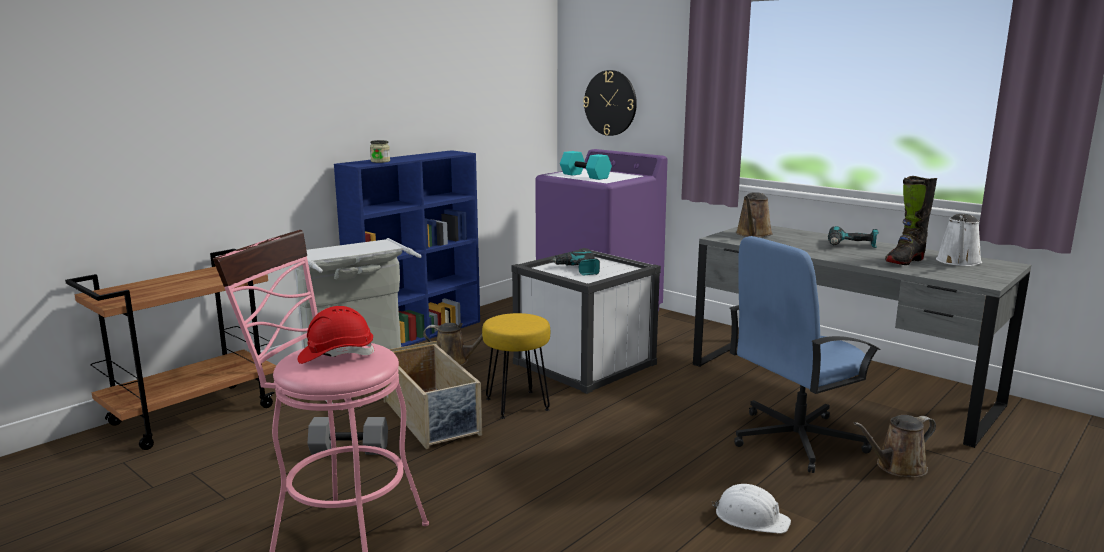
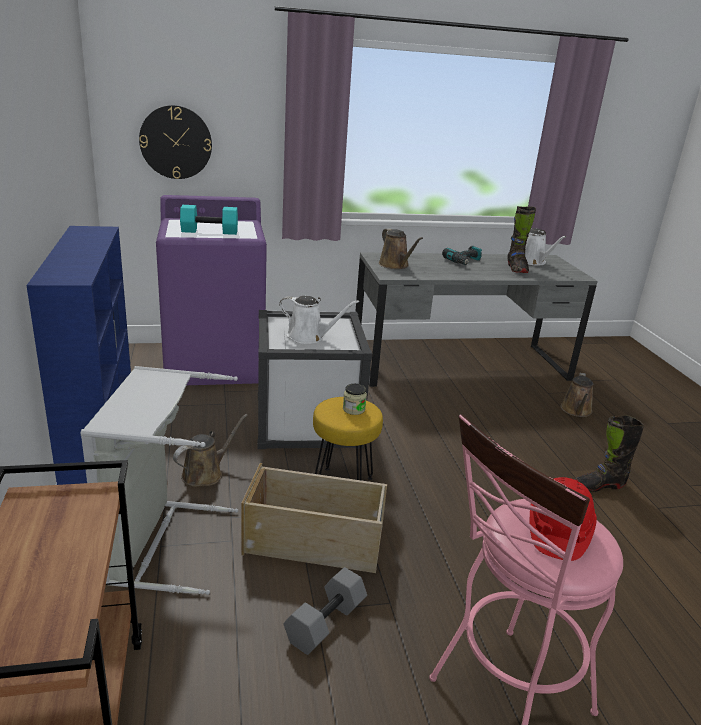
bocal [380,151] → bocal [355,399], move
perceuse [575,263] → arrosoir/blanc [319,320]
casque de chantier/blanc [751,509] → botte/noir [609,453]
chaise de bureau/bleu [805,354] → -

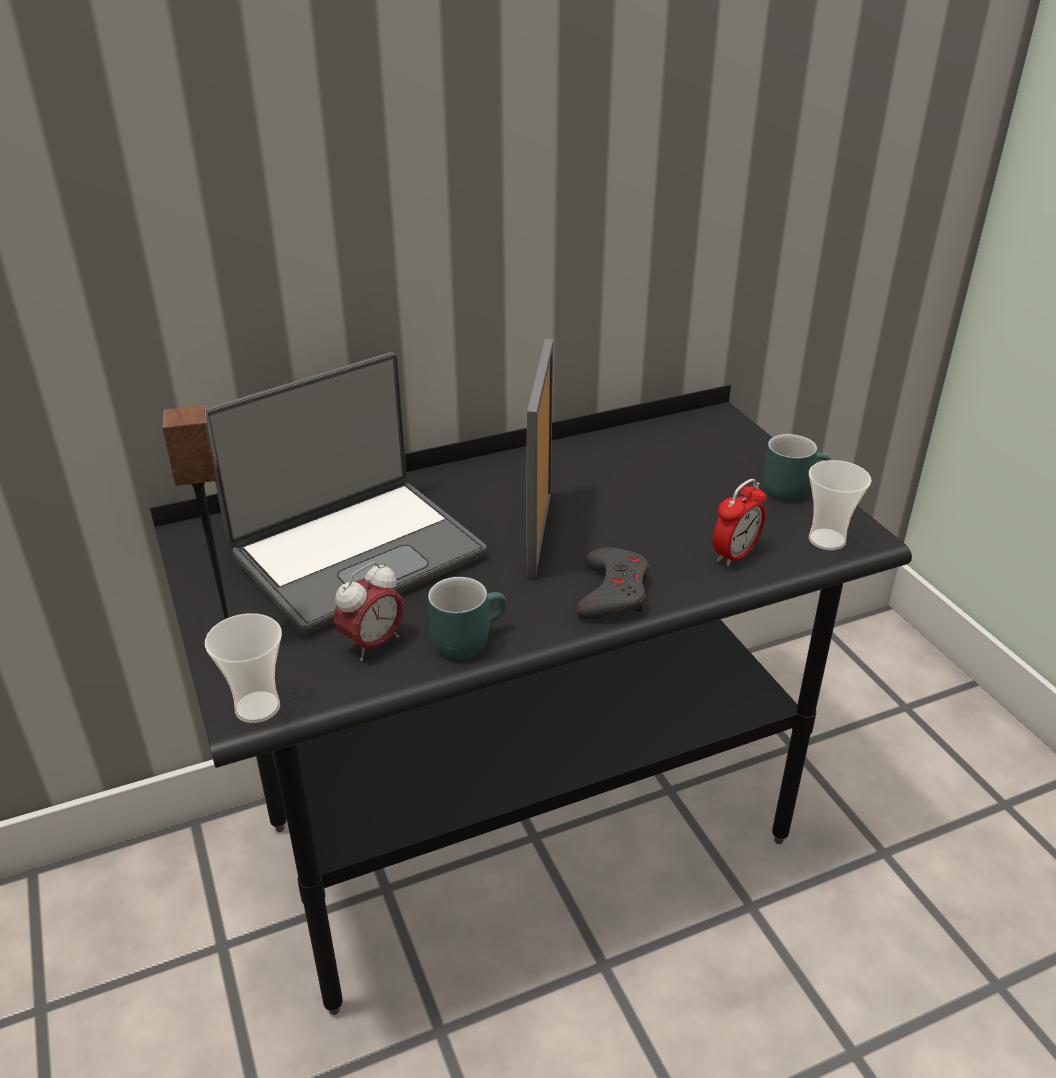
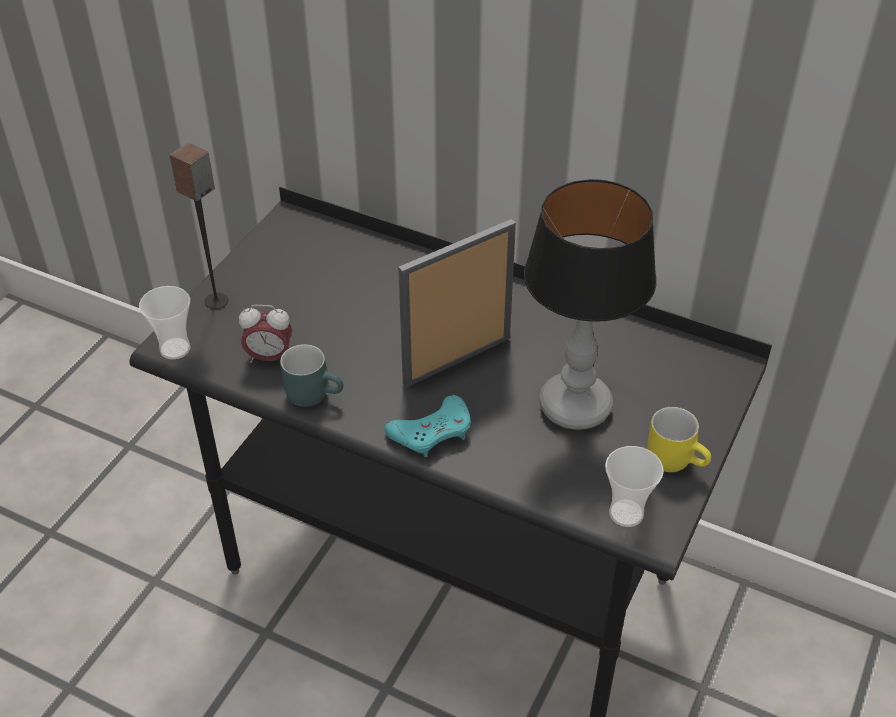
ordinateur portable [347,493] → -
manette/gris [612,583] → manette/turquoise [428,426]
réveil [740,523] → -
mug/turquoise [797,467] → mug/jaune [679,439]
- → lampe de table [590,304]

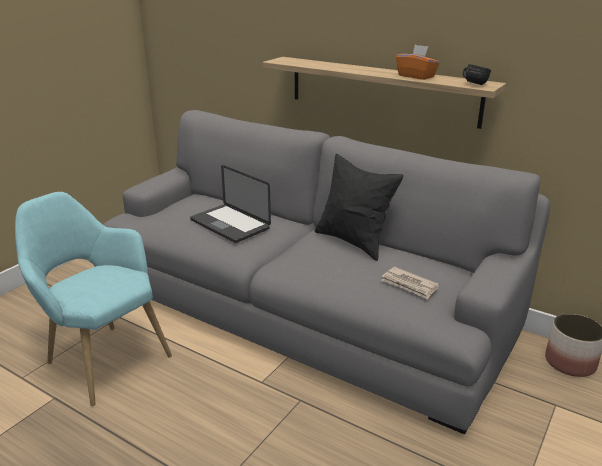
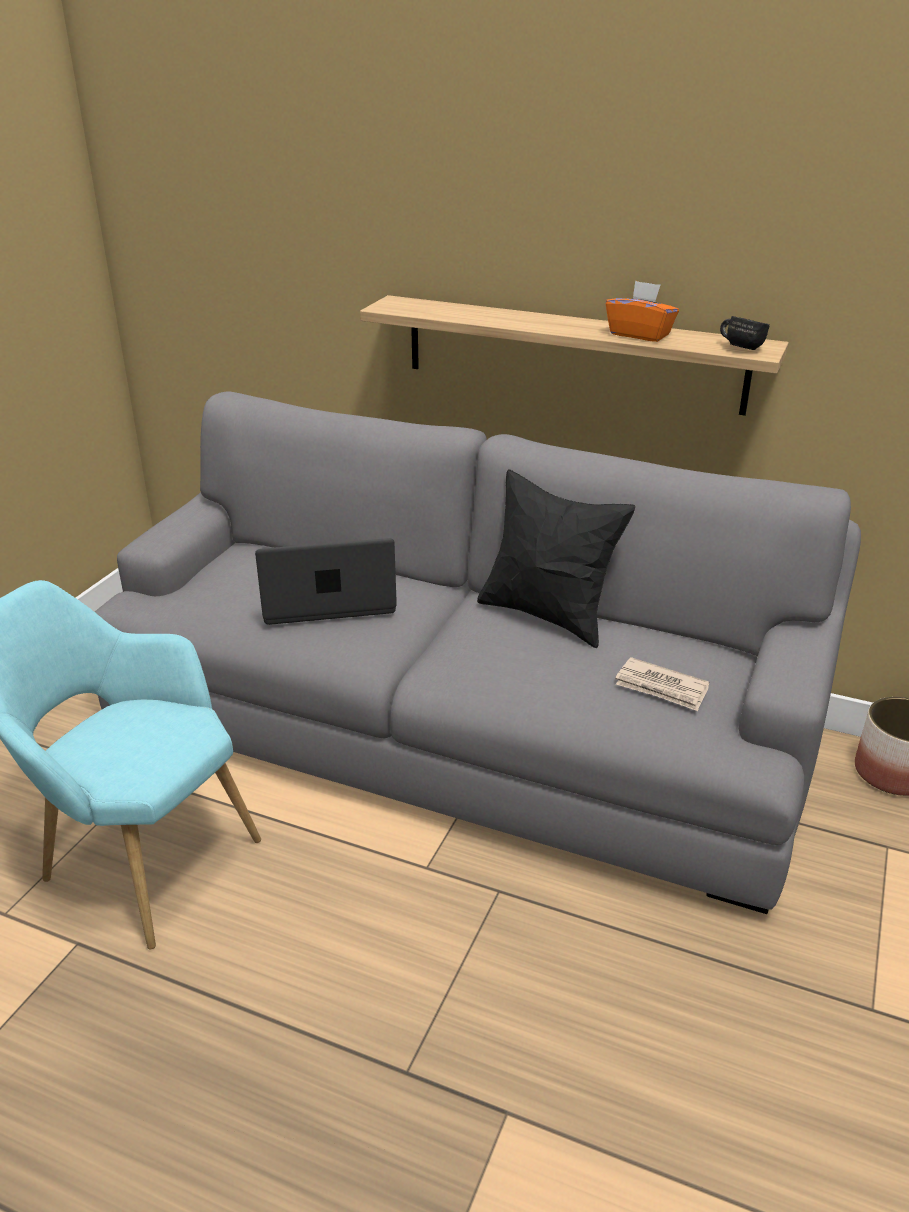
ordinateur portable [230,204] → ordinateur portable [326,581], 135 degrees clockwise

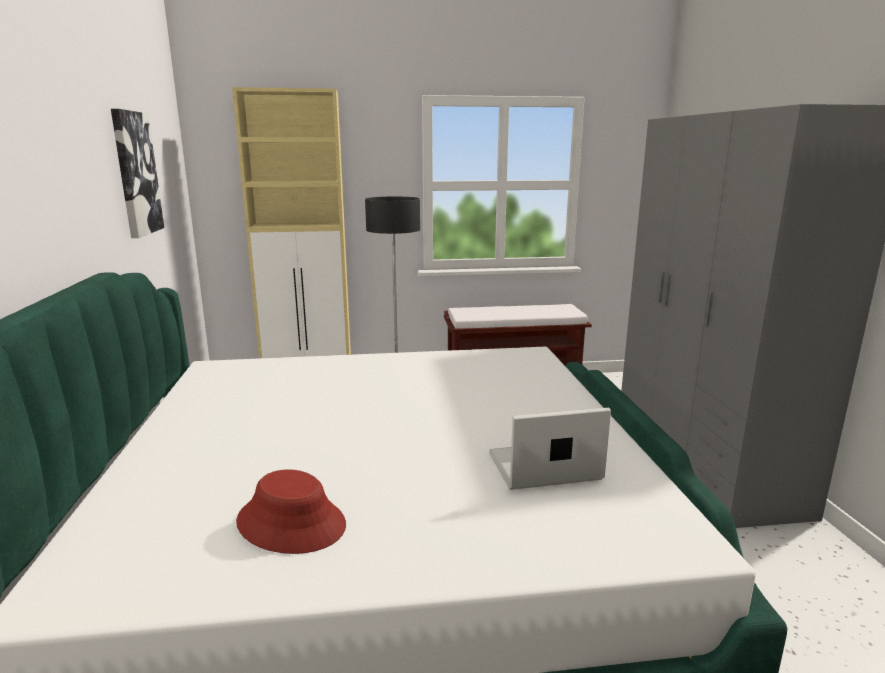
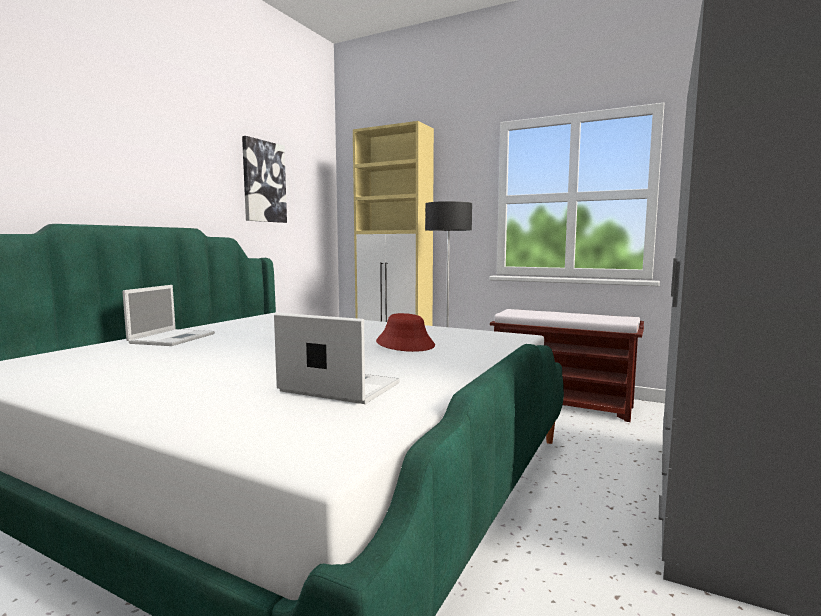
chapeau/rouge [291,511] → chapeau/rouge [405,332], move
- → ordinateur portable [168,315]

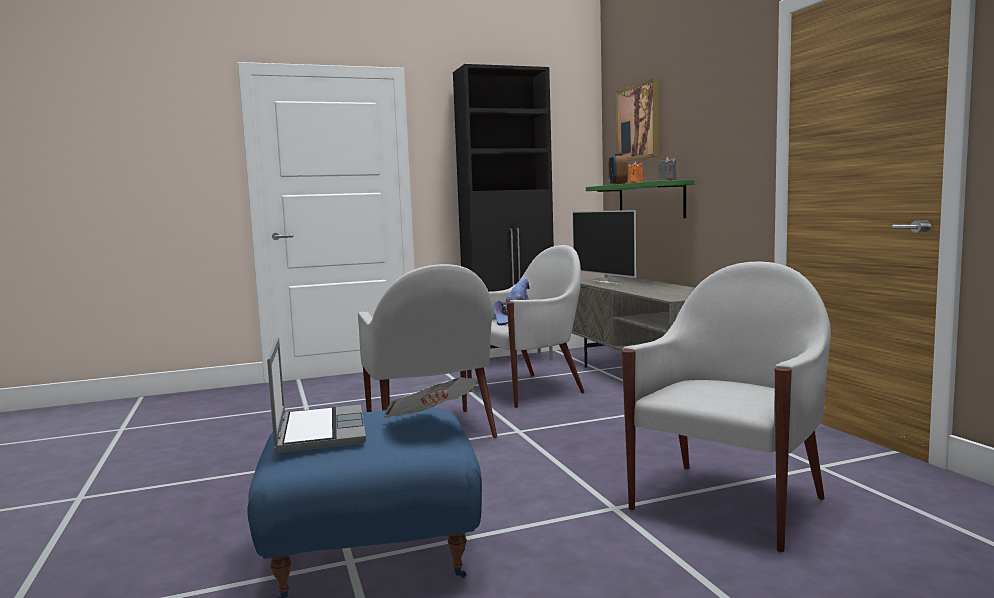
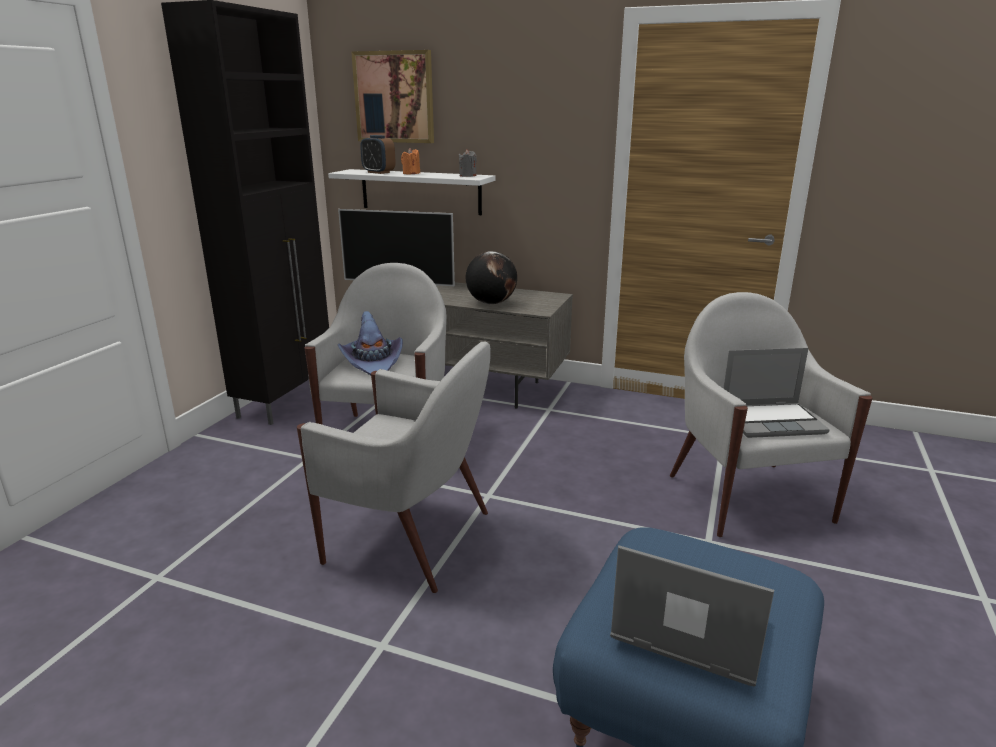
journal [431,397] → -
étagère/vert [640,199] → étagère/blanc [411,192]
- → globe [491,277]
- → ordinateur portable [776,393]

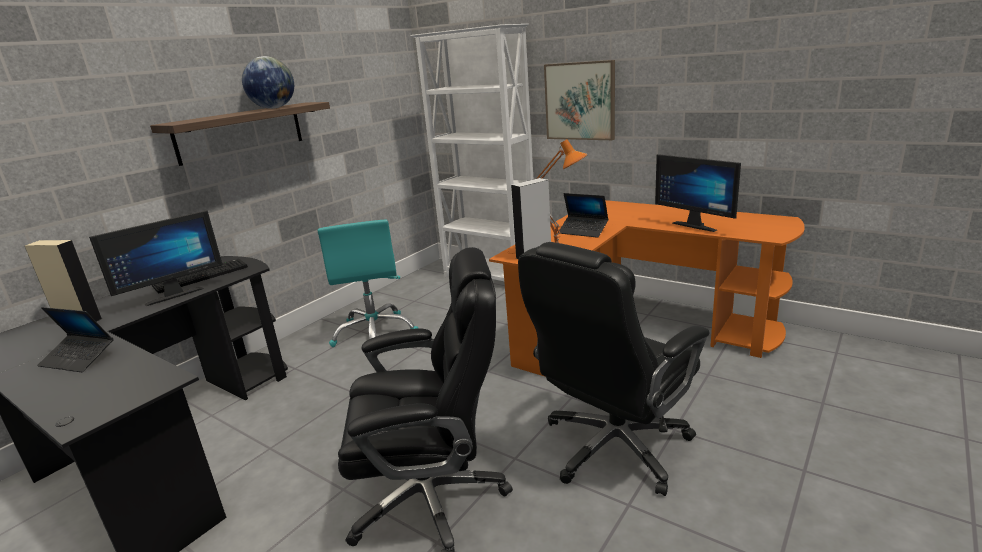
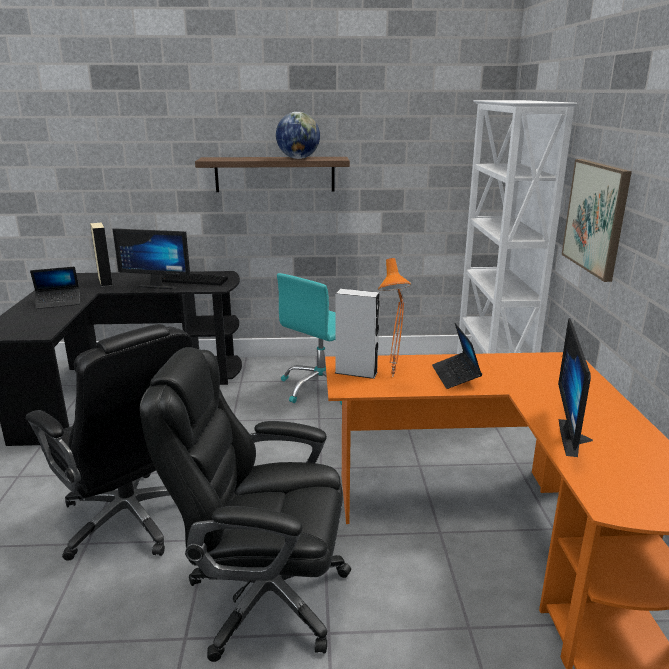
ordinateur portable [75,339] → ordinateur portable [55,288], 90 degrees counterclockwise

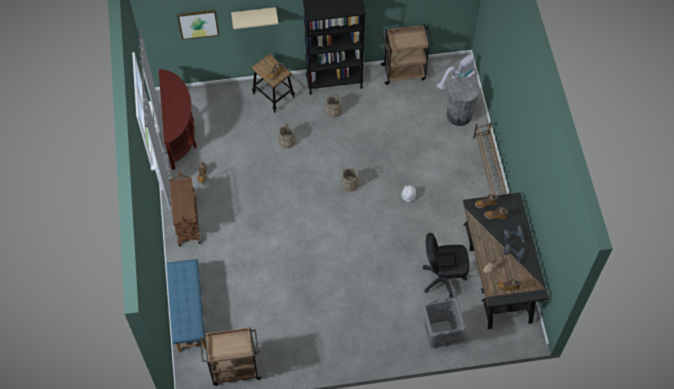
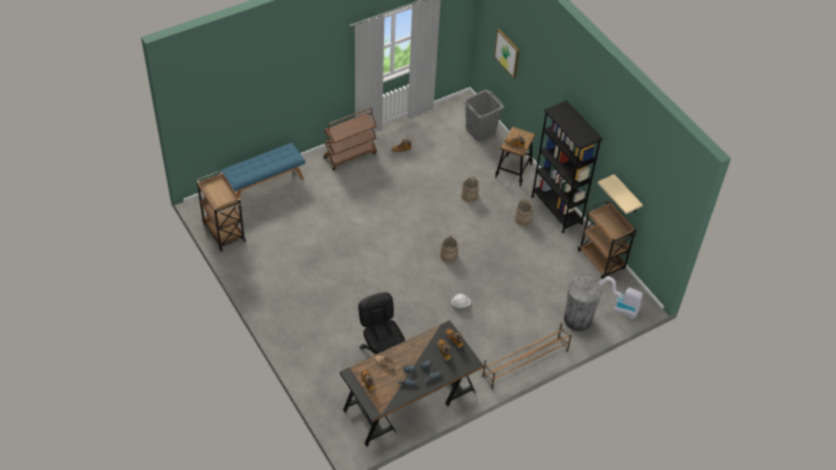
table console/marron [178,119] → -
étagère/beige [254,18] → étagère/beige [620,194], move
panier à linge/gris [444,322] → panier à linge/gris [483,115], move

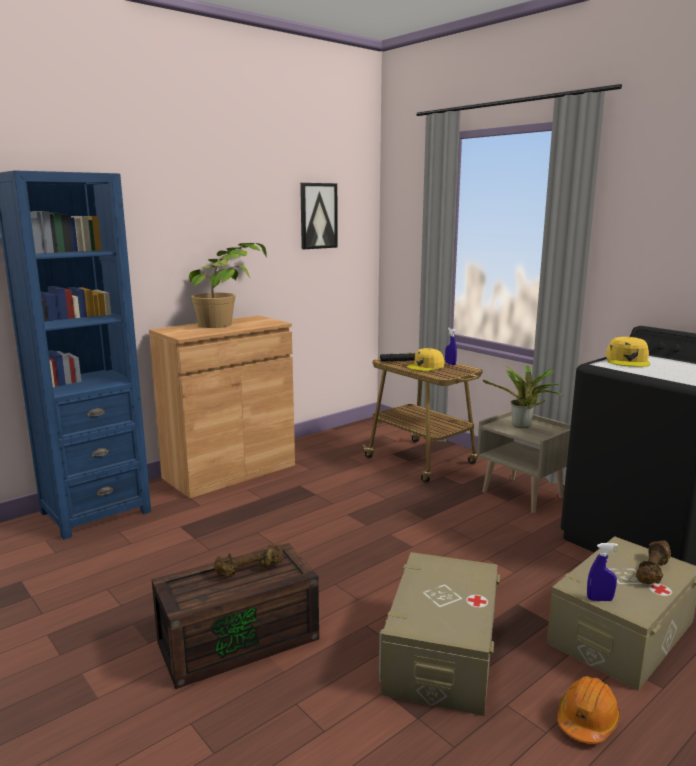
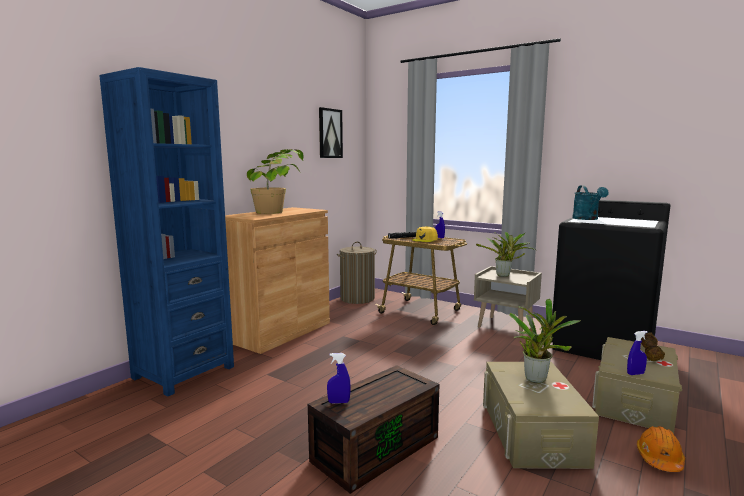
haltère/marron [248,560] → -
casquette/jaune [628,352] → arrosoir/turquoise [590,202]
- → vaporisateur/bleu [339,378]
- → panier à linge [357,273]
- → plante en pot [545,341]

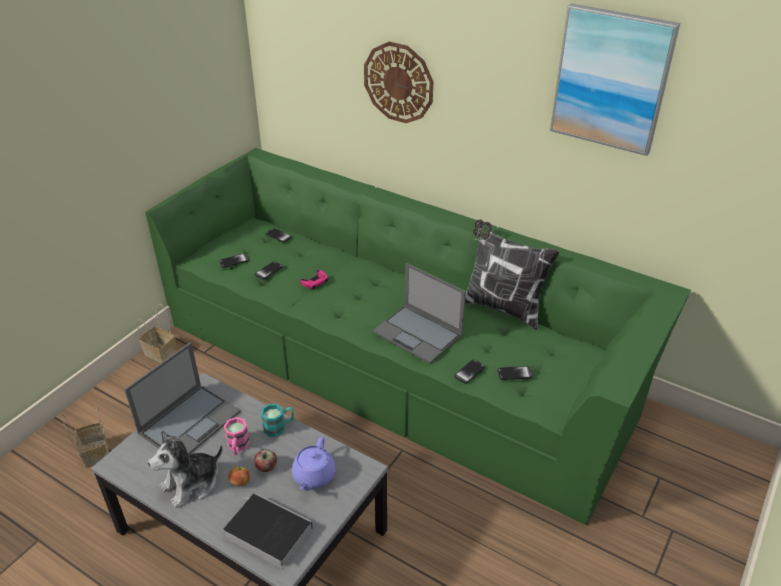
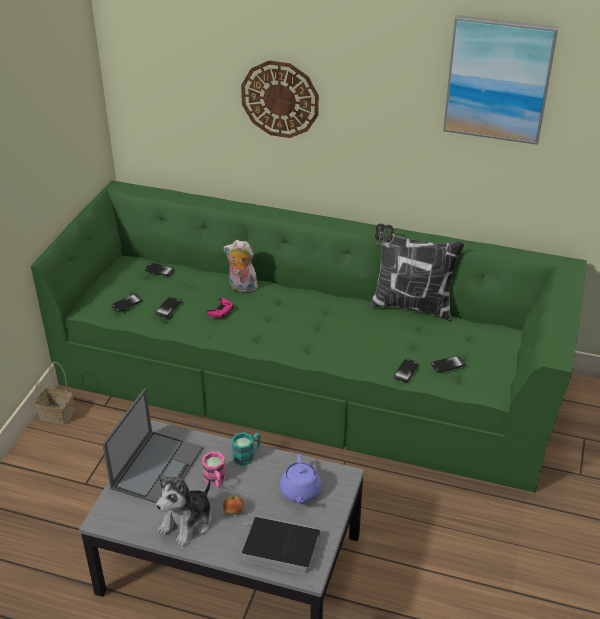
panier [85,436] → -
pomme [265,461] → -
ordinateur portable [419,313] → -
- → peluche [240,266]

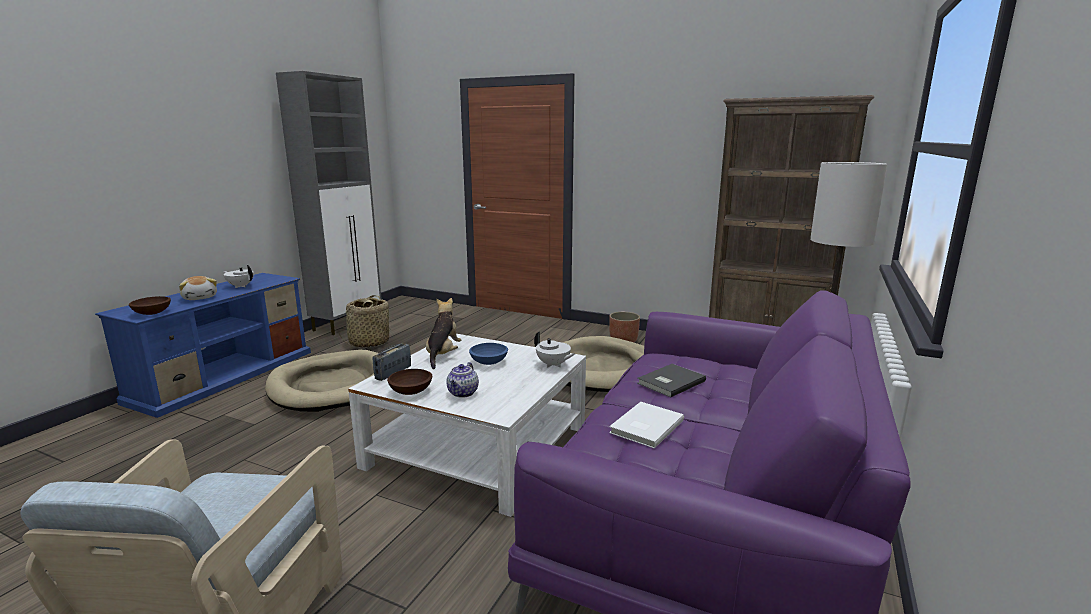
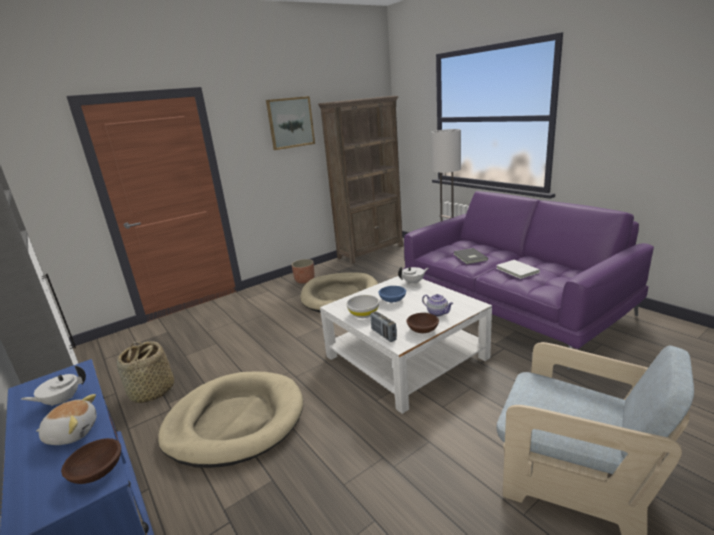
peluche [443,333] → bol/blanc [362,306]
- → tableau [290,123]

